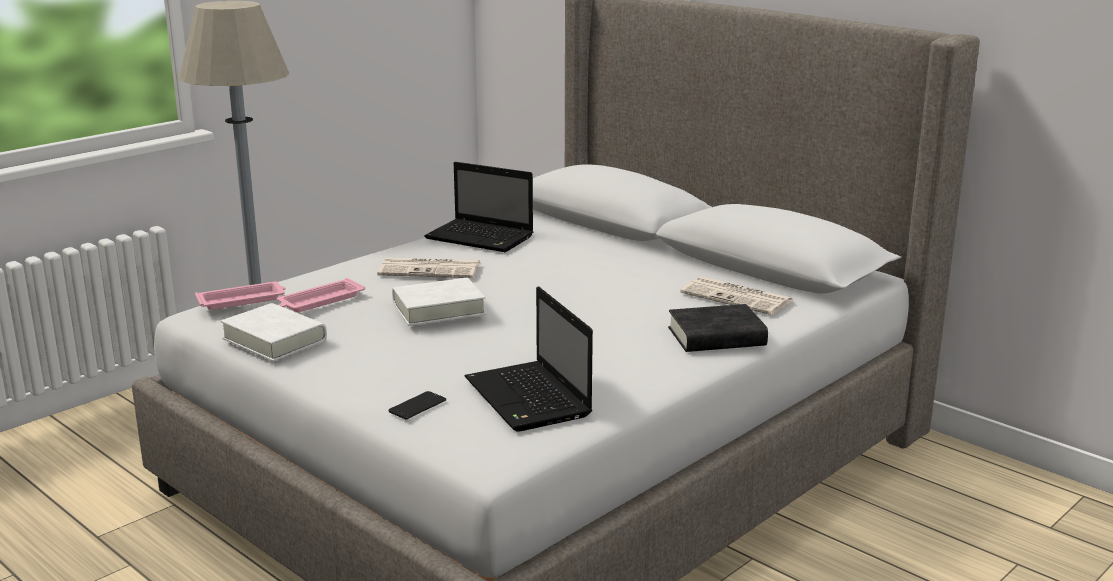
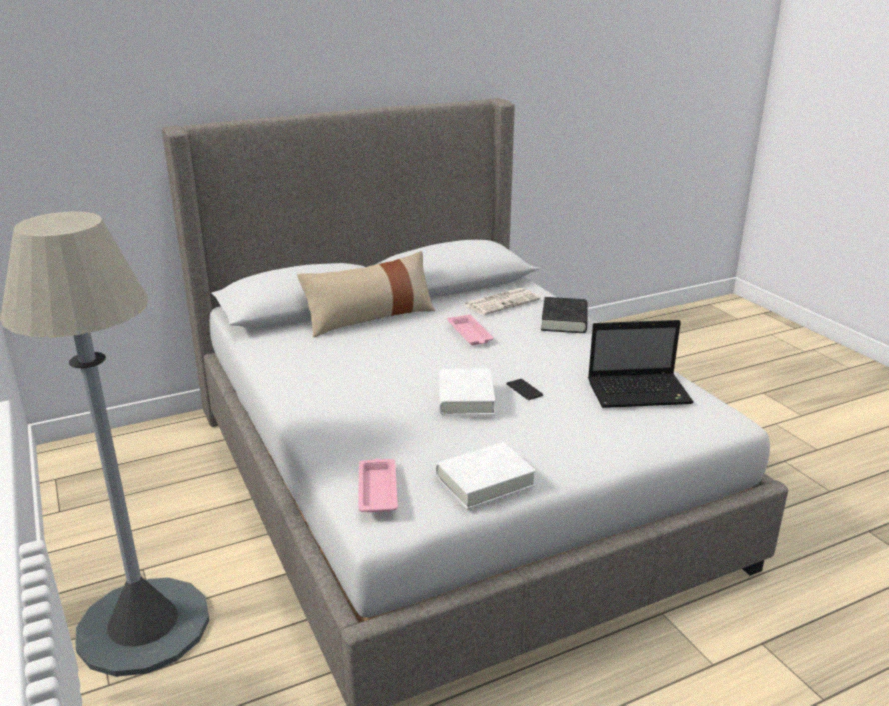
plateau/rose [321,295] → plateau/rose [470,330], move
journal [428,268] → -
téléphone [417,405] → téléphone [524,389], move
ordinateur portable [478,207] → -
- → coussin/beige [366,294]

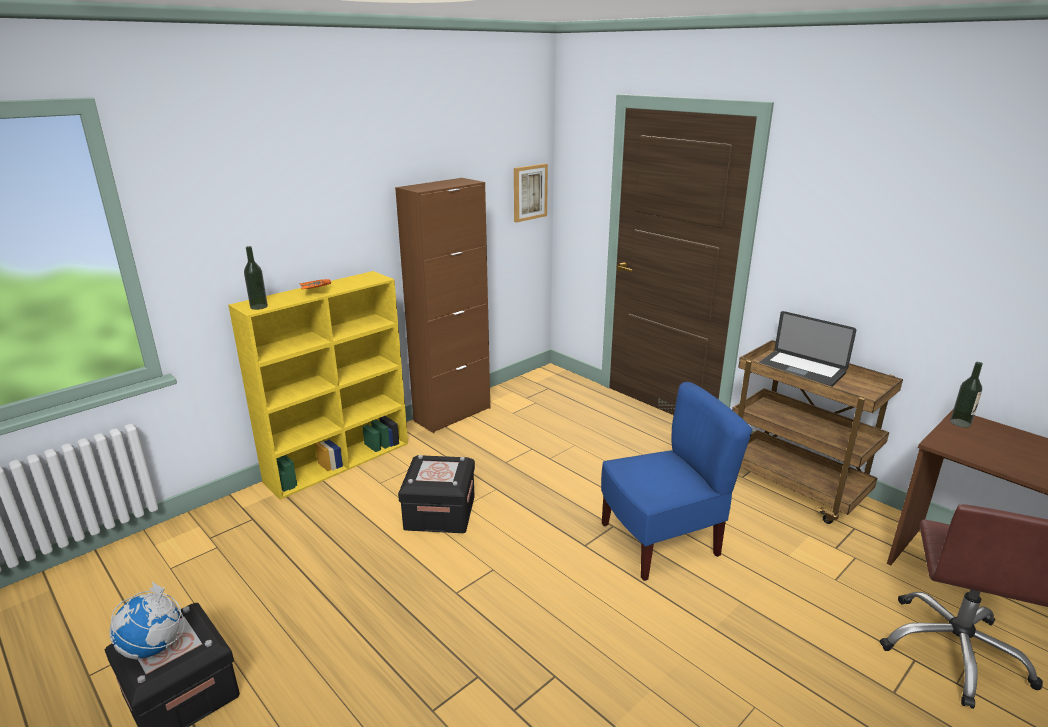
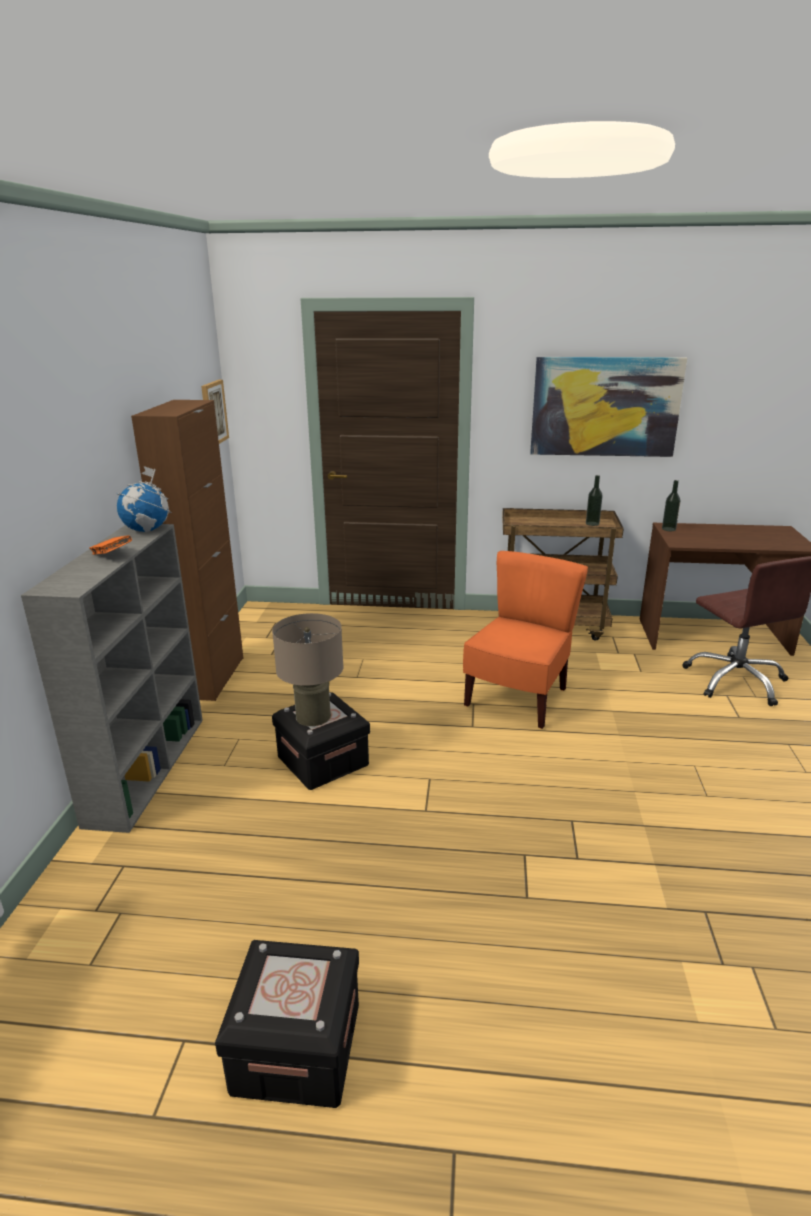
globe [147,621] → globe [144,499], move
bibliothèque/jaune [318,385] → bibliothèque/gris [112,678]
bouteille [256,278] → bouteille [594,500], move
chaise/bleu [676,481] → chaise/orange [525,640]
ordinateur portable [807,348] → -
- → lampe de table/beige [308,669]
- → tableau [608,407]

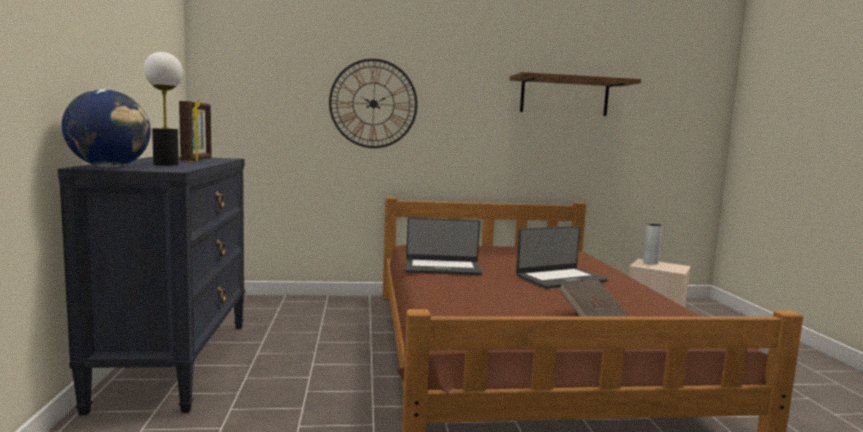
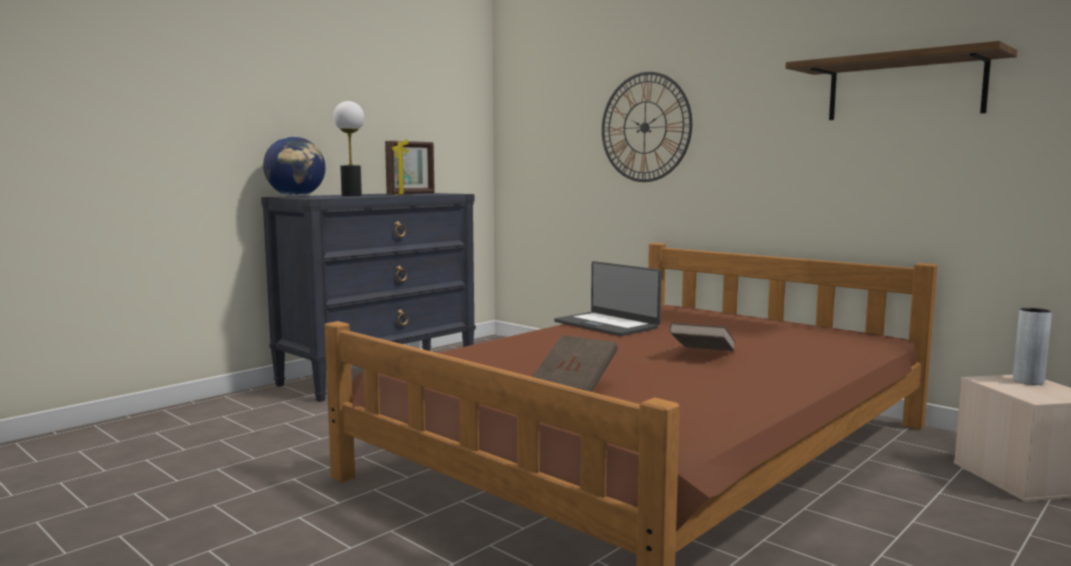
ordinateur portable [562,257] → livre/marron [702,337]

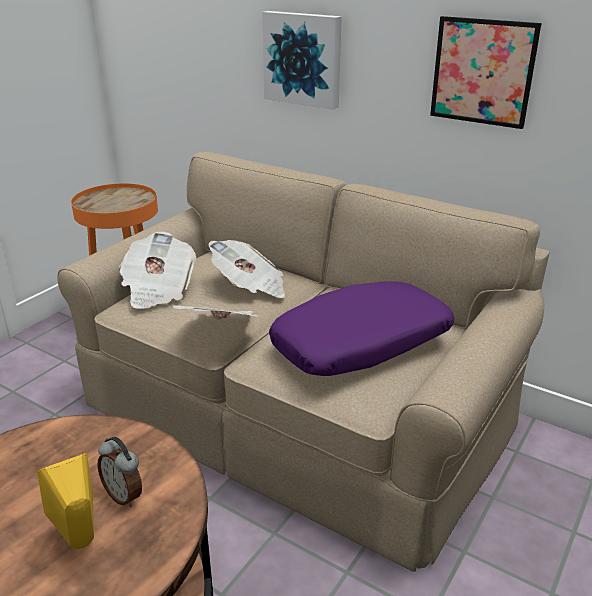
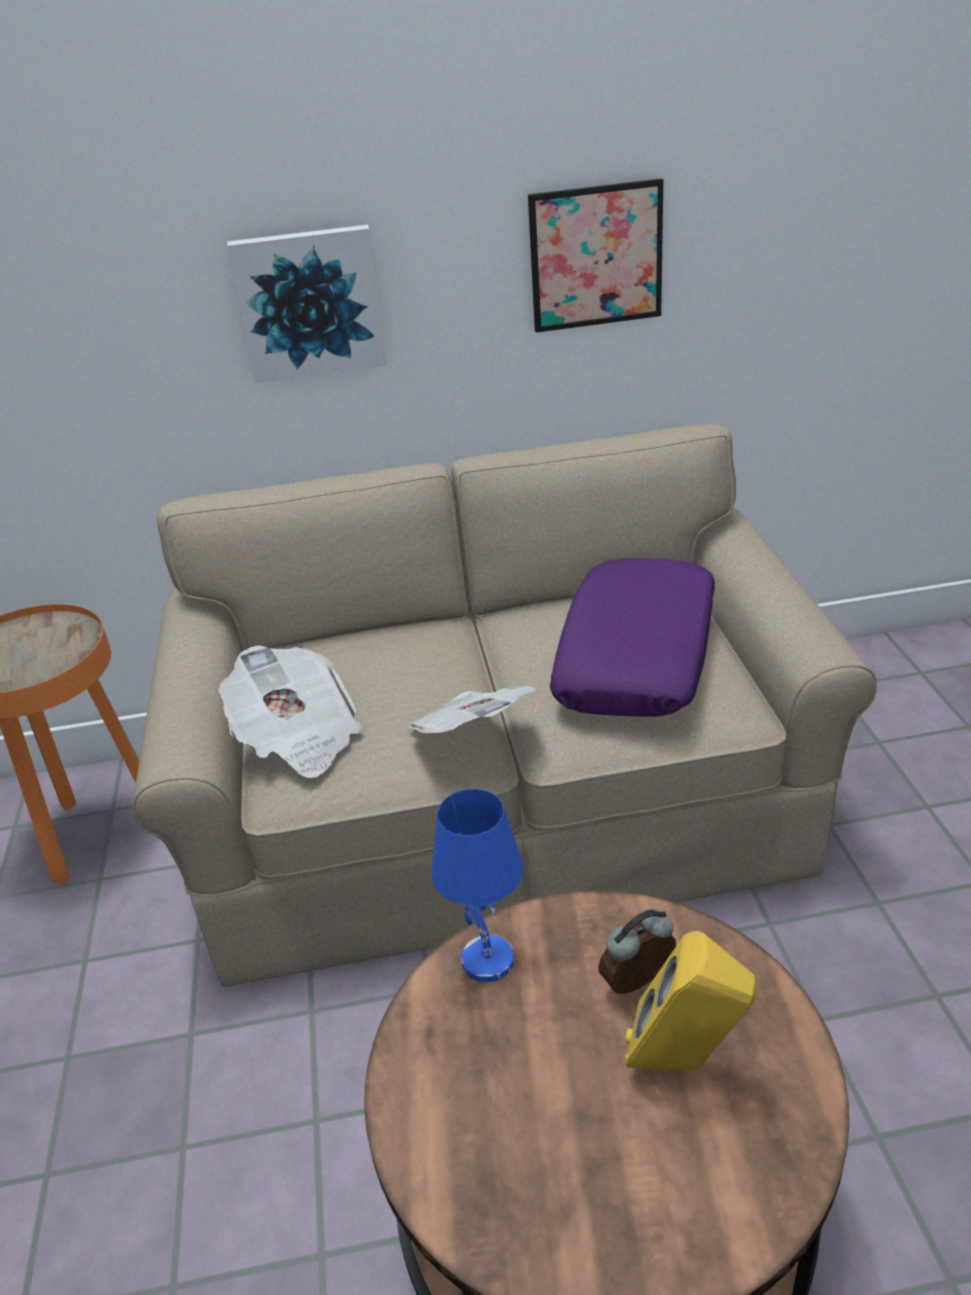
réveil [120,472] → réveil [637,951], 150 degrees clockwise
journal [246,269] → -
- → lampe de table/bleu [477,885]

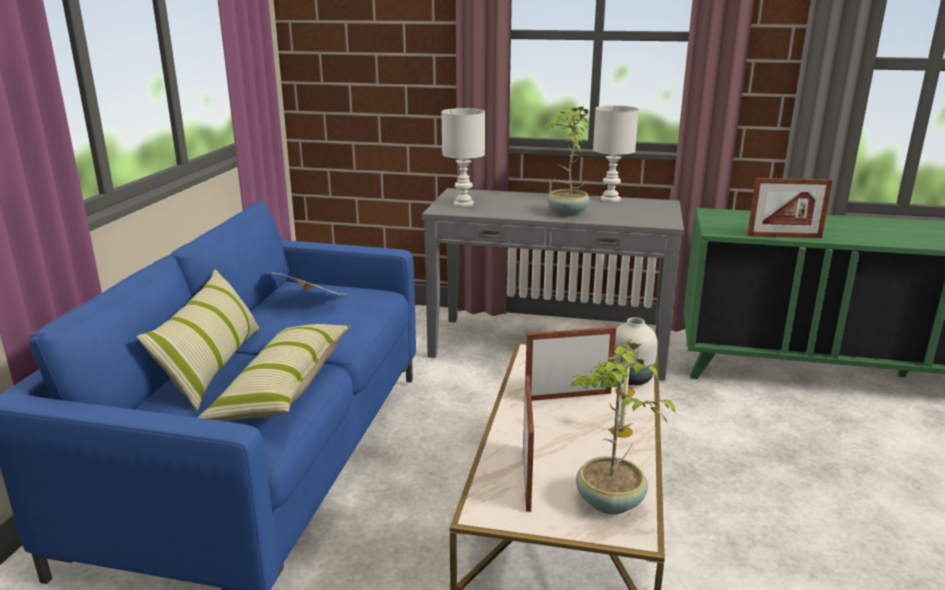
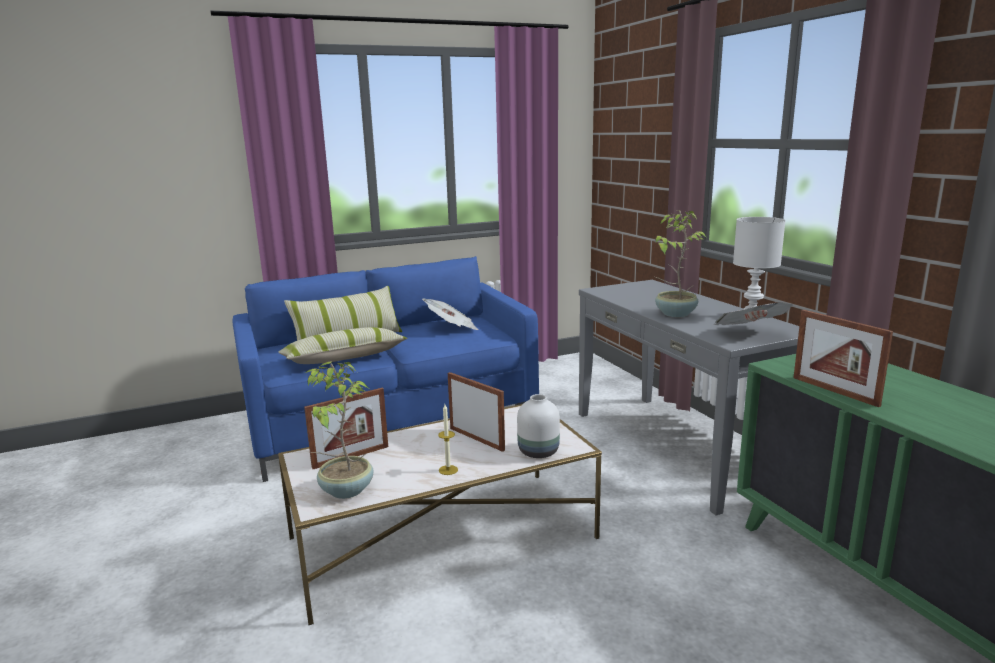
lampe de table/blanc [463,157] → -
- → journal [753,313]

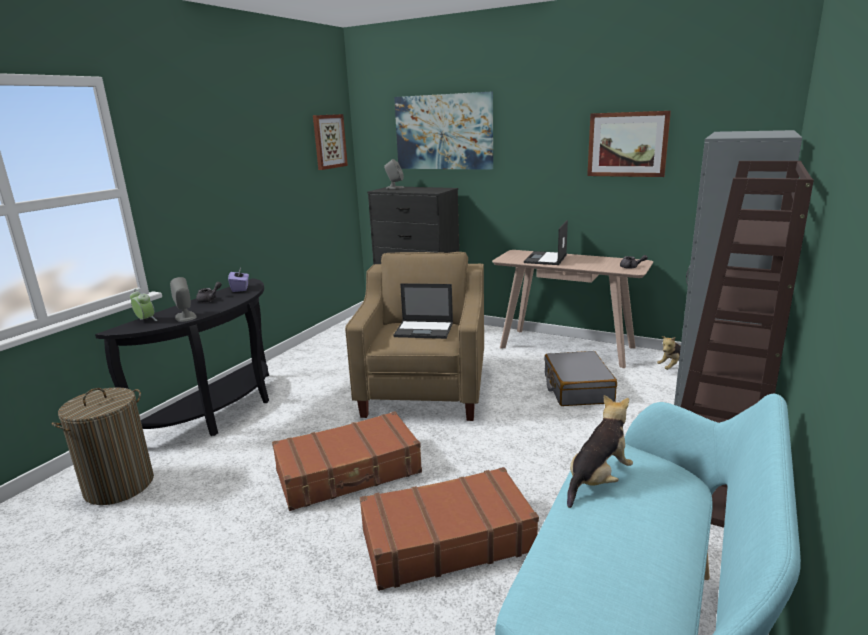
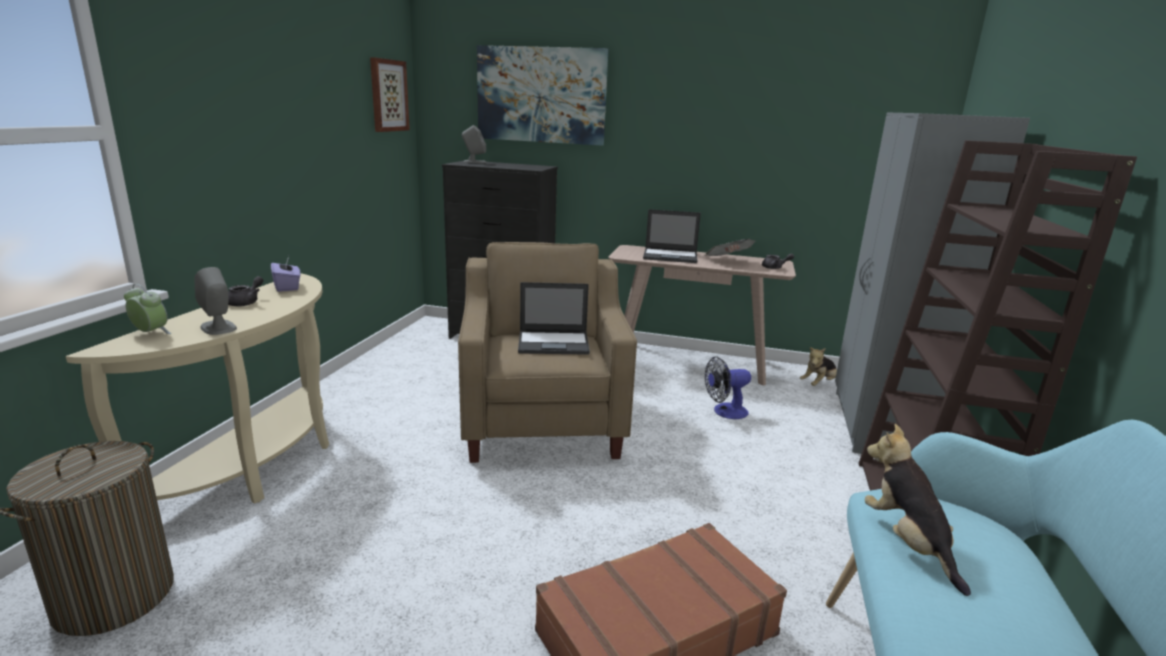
table console/noir [182,357] → table console/beige [197,388]
valise/marron [347,461] → -
ordinateur portable [546,243] → ordinateur portable [672,236], 90 degrees counterclockwise
valise/gris [580,378] → ventilateur [728,388]
peluche [600,451] → peluche [918,510], 45 degrees counterclockwise
tableau [629,144] → -
- → journal [730,247]

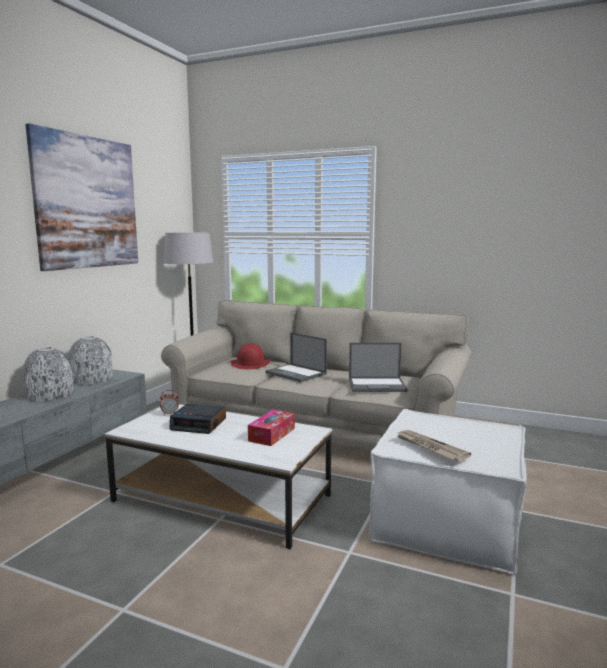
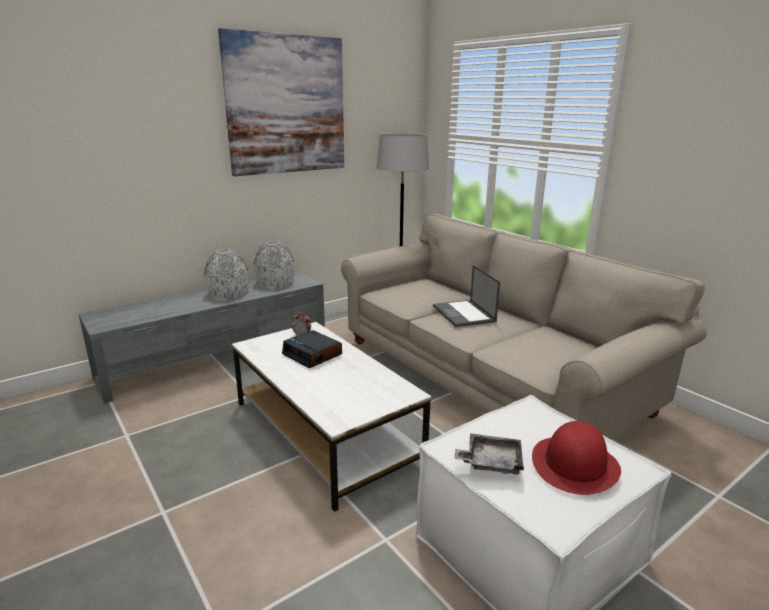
chapeau/rouge [250,356] → chapeau/rouge [576,458], move
boîte à mouchoirs [271,427] → -
ordinateur portable [378,367] → -
journal [433,445] → plateau/gris [489,454]

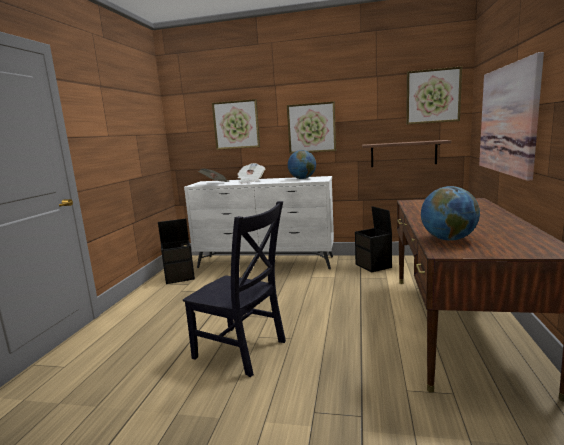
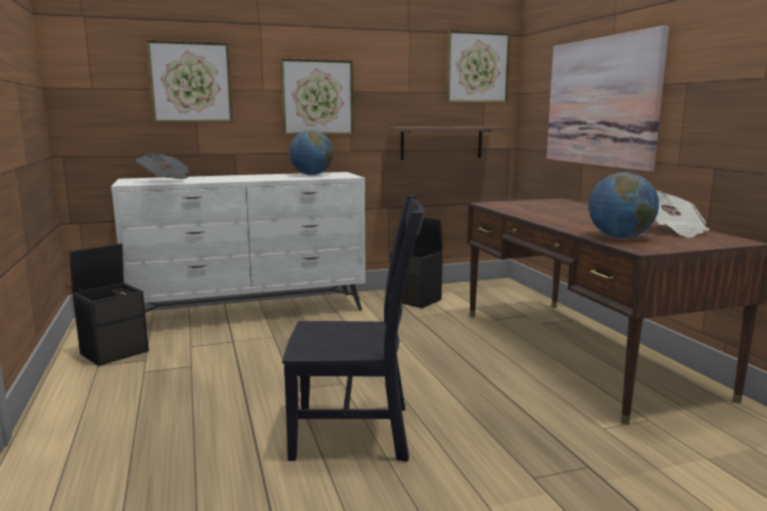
journal [251,173] → journal [682,214], move

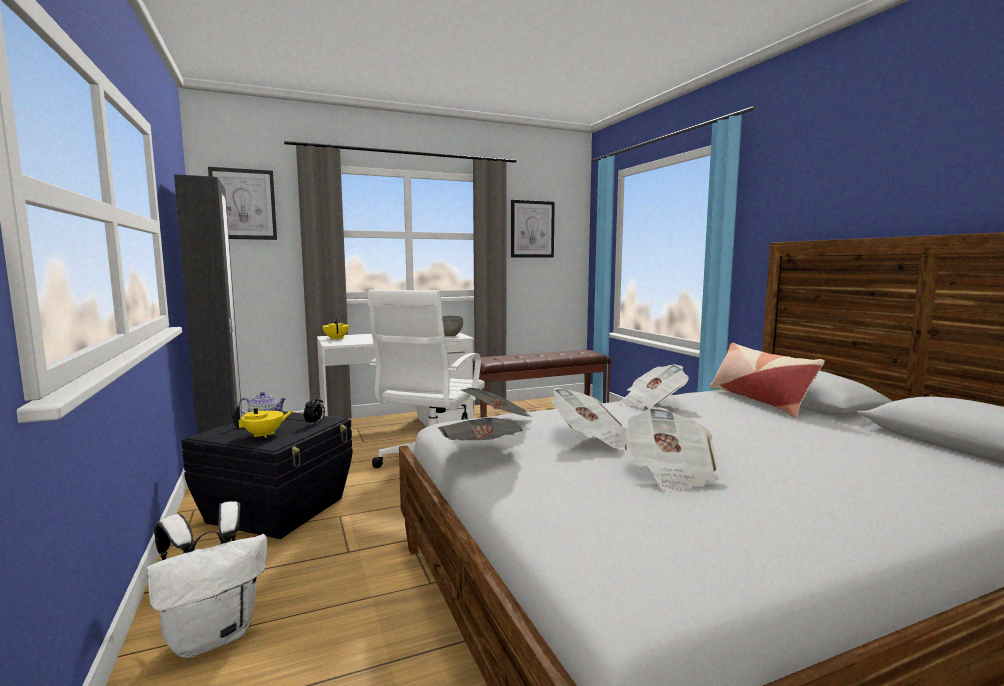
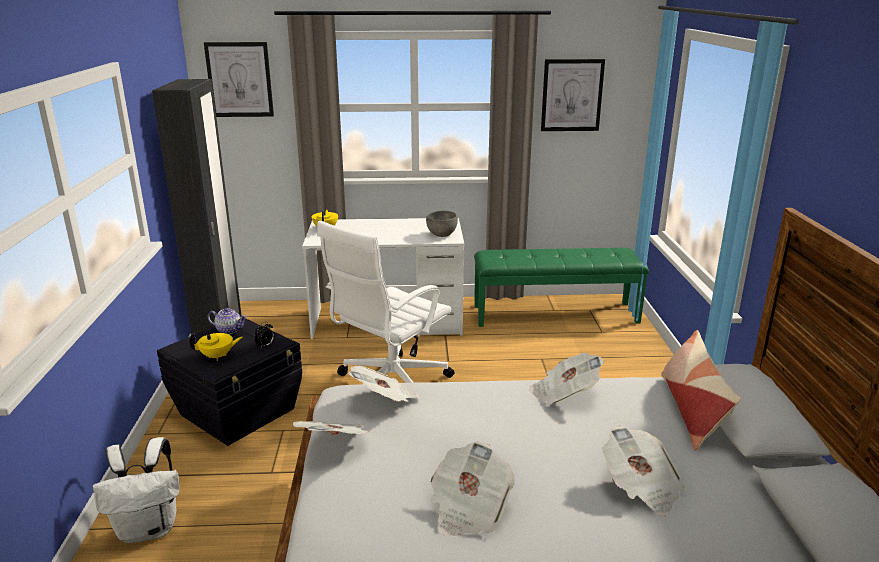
banc/marron [542,384] → banc/vert [561,287]
journal [589,419] → journal [643,471], move

